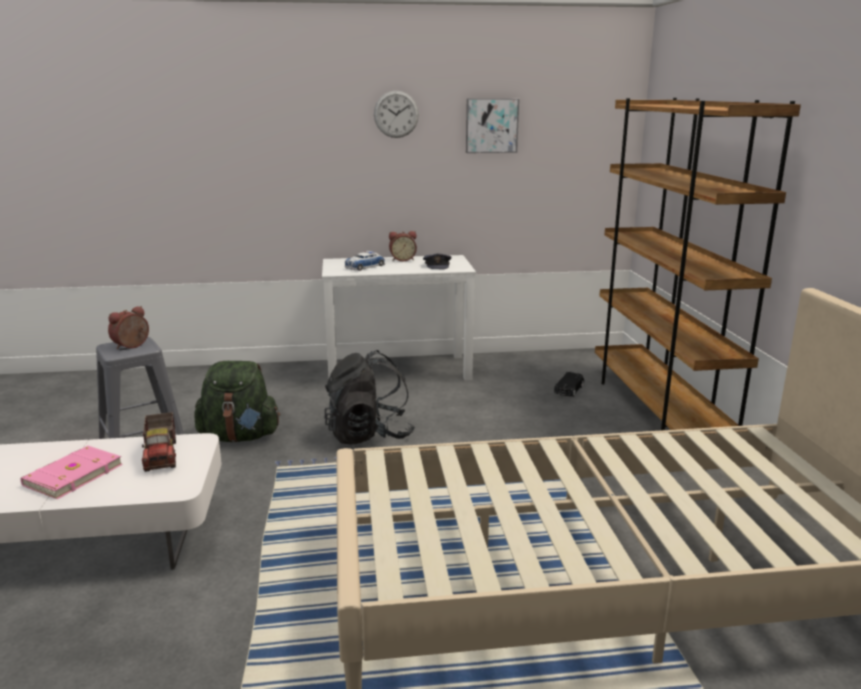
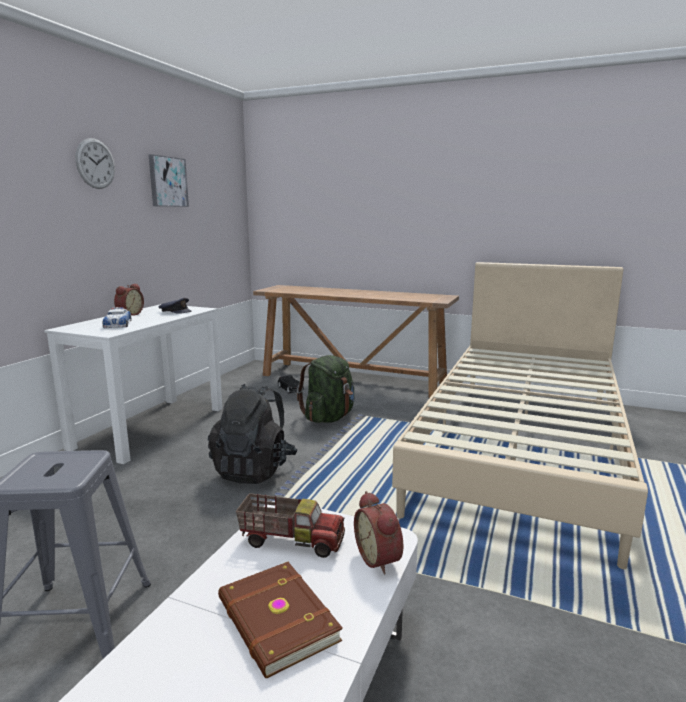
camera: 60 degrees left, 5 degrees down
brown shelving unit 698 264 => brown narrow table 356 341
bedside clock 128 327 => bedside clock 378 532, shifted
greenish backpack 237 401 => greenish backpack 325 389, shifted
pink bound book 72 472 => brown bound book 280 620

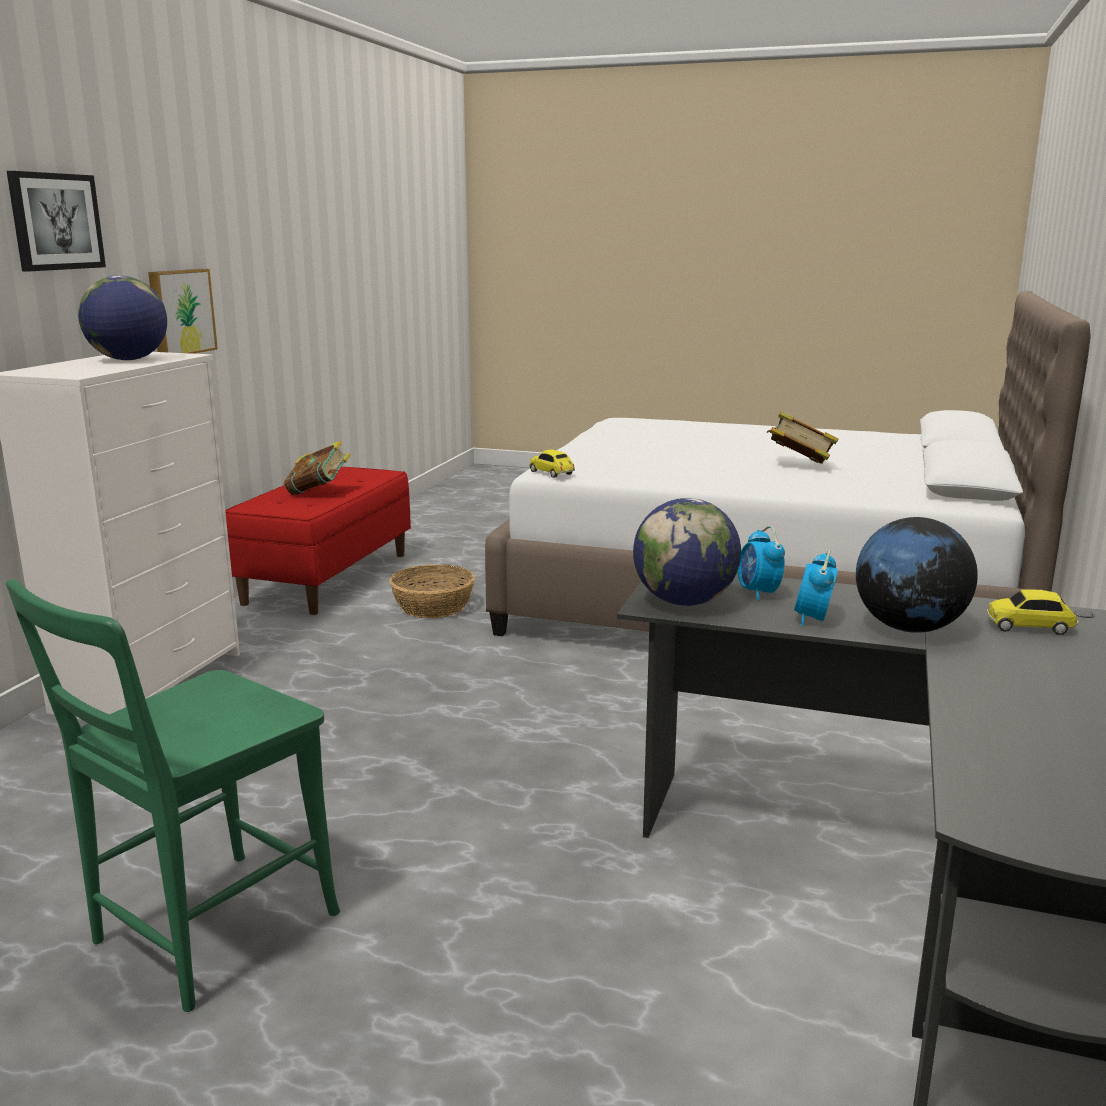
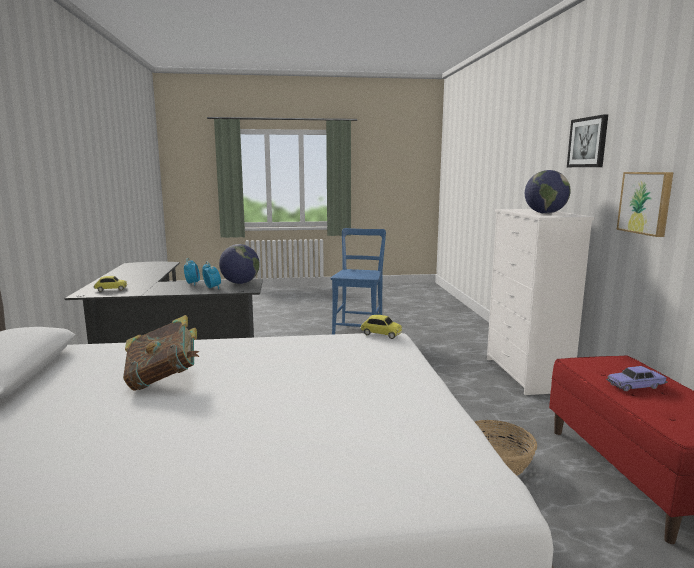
camera: 155 degrees right, 5 degrees down
bound book 317 468 => model car 637 378
globe 917 575 => nothing
greenish chair 173 795 => bluish chair 358 281

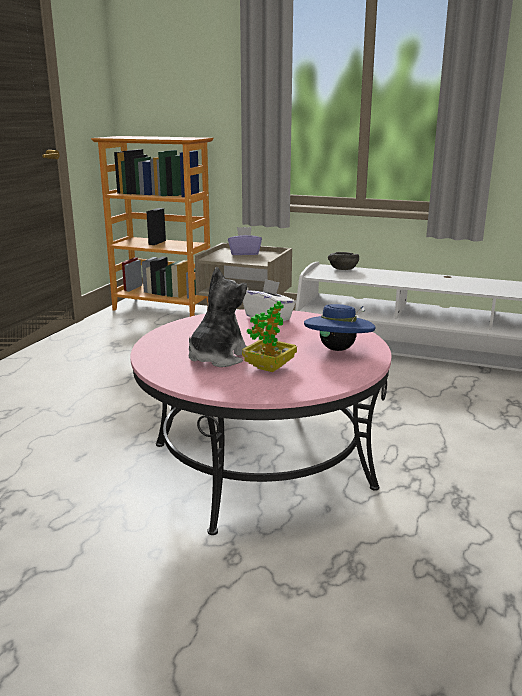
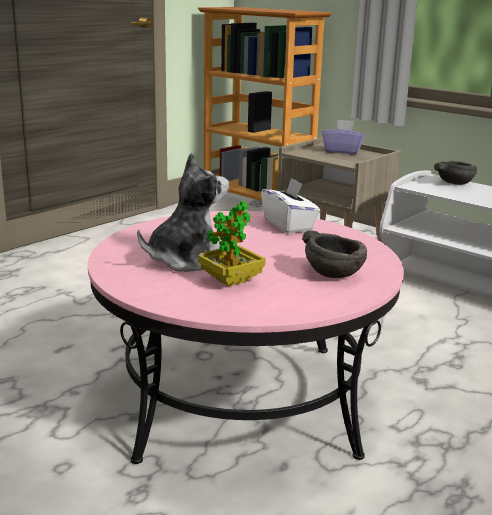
camera: 20 degrees right, 0 degrees up
bluish clothing hat 340 327 => grey serving bowl 334 254

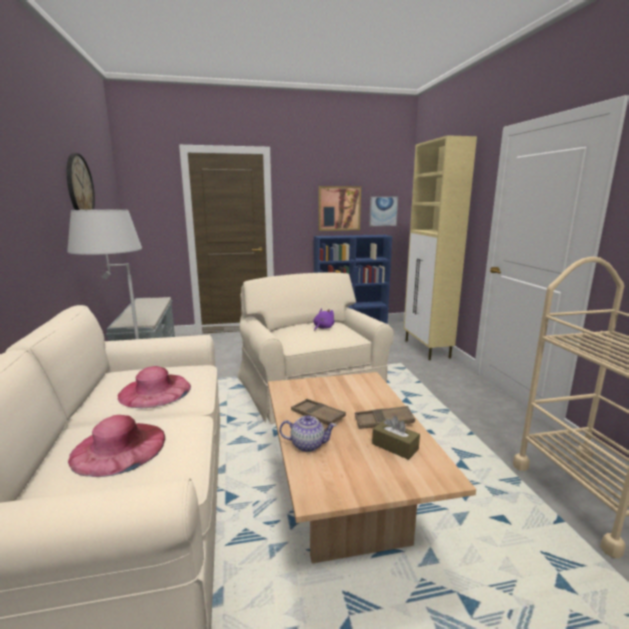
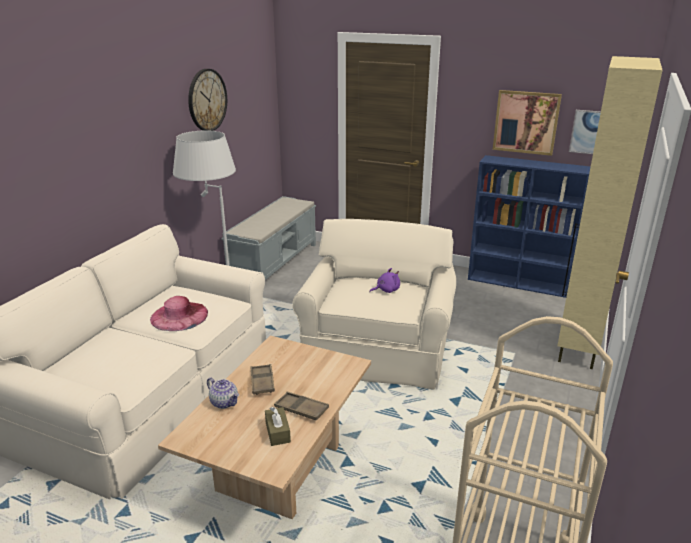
camera: 35 degrees right, 10 degrees up
pink clothing hat 116 446 => nothing

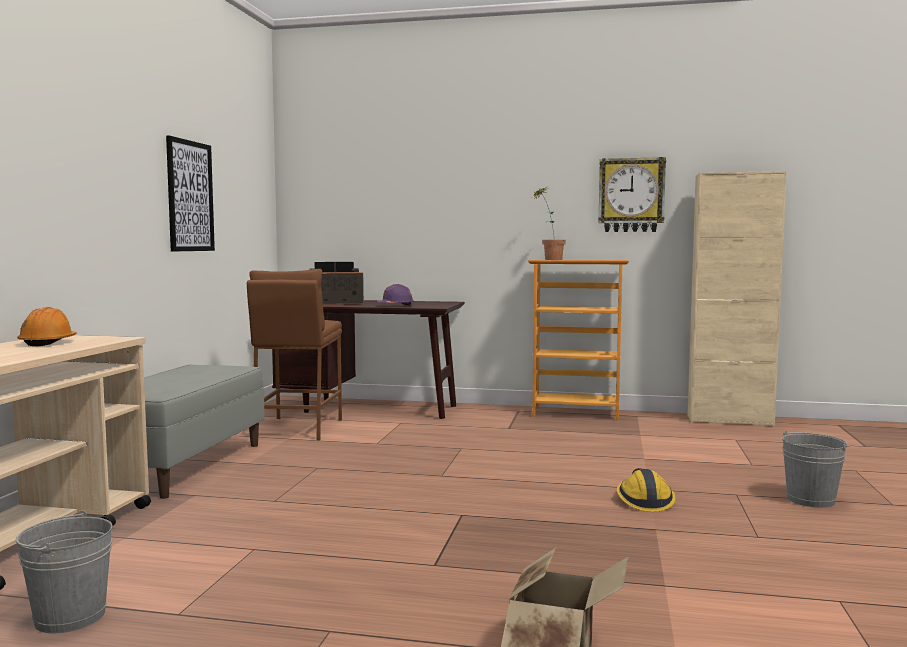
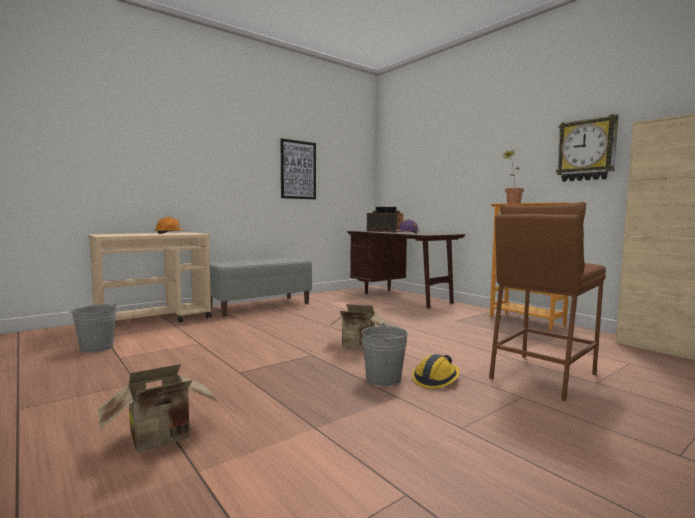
camera: 40 degrees right, 0 degrees up
brown sitting stool 294 354 => brown sitting stool 547 301, shifted
grey water bucket 816 469 => grey water bucket 384 354, shifted
nothing => packing box 358 326

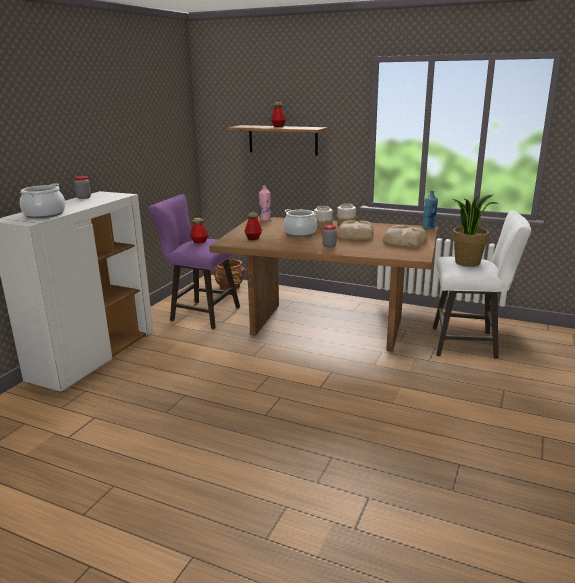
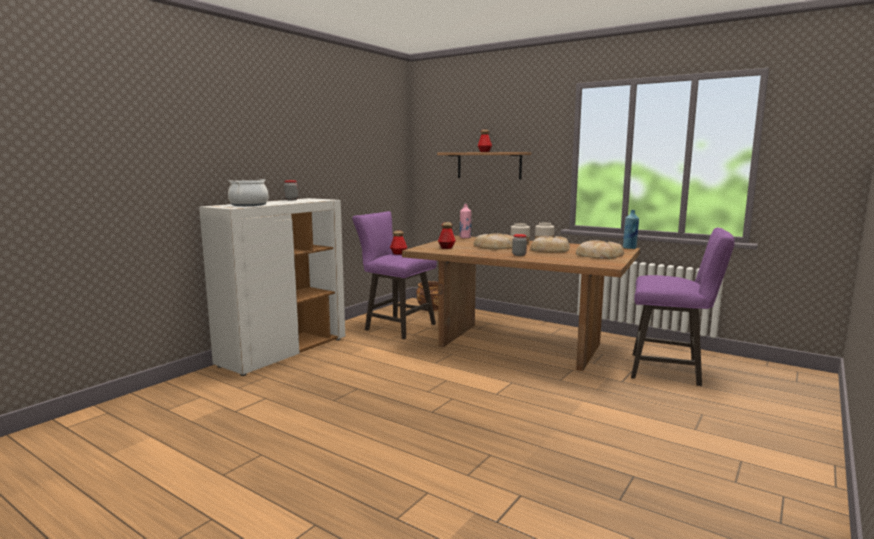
camera: 10 degrees right, 10 degrees down
houseplant 475 230 => nothing
cooking pot 300 223 => baked bread 494 241
white-coloured sitting stool 482 284 => purple sitting stool 683 307

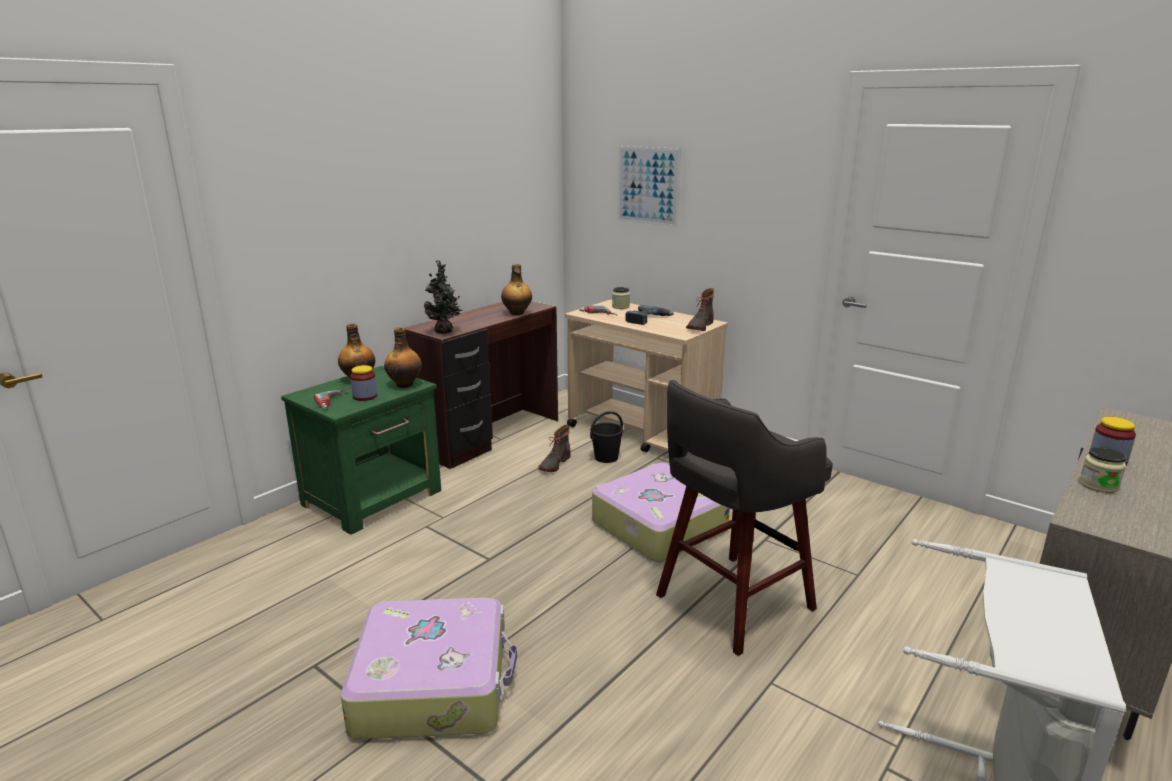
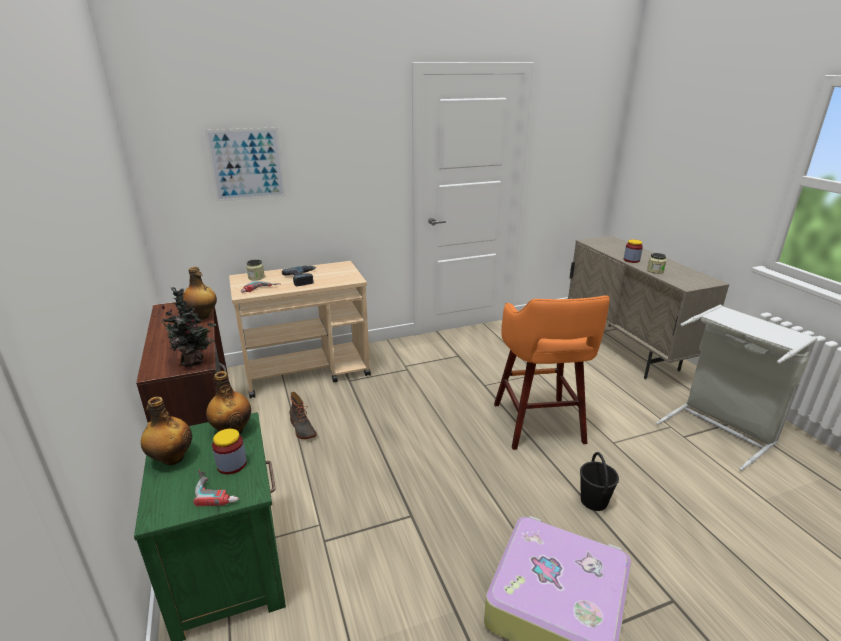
camera: 60 degrees left, 5 degrees up
tall boot 700 309 => nothing
grey sitting stool 744 518 => orange sitting stool 552 372
black-coloured water bucket 606 437 => black-coloured water bucket 599 481, shifted
suitcase 661 512 => nothing

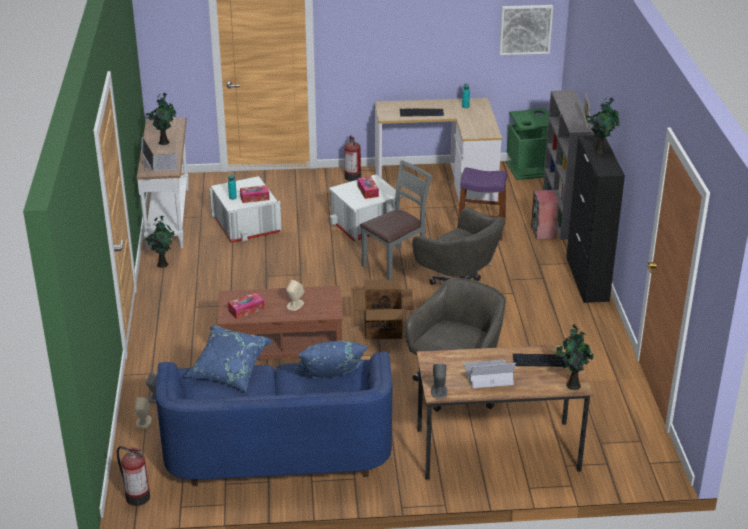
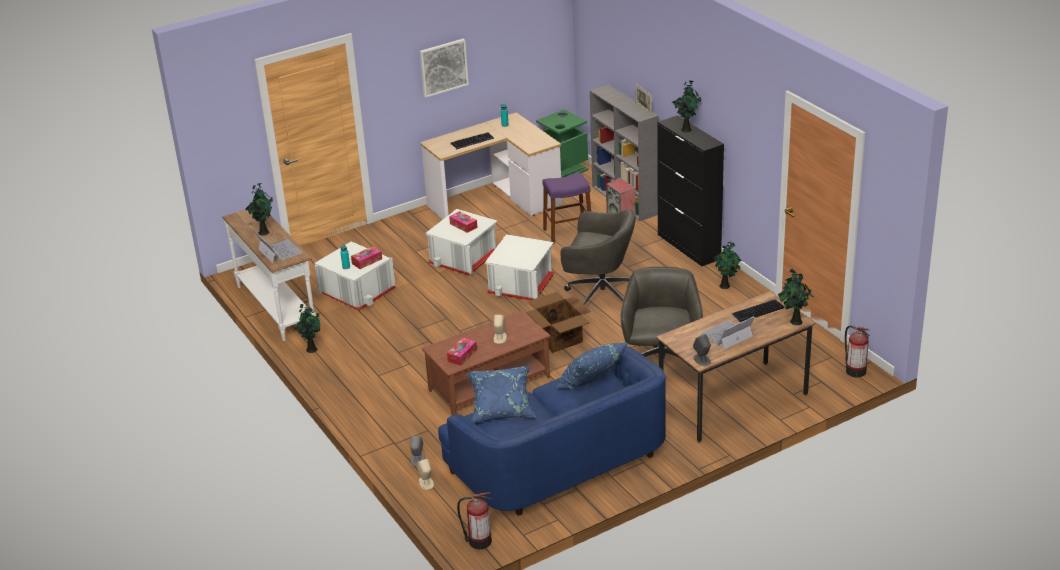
camera: 25 degrees left, 0 degrees up
wall art 526 30 => wall art 444 68, shifted
extinguisher 352 158 => extinguisher 857 351, shifted
grey chair 396 220 => white-coloured storage box 519 267
nothing => houseplant 726 265

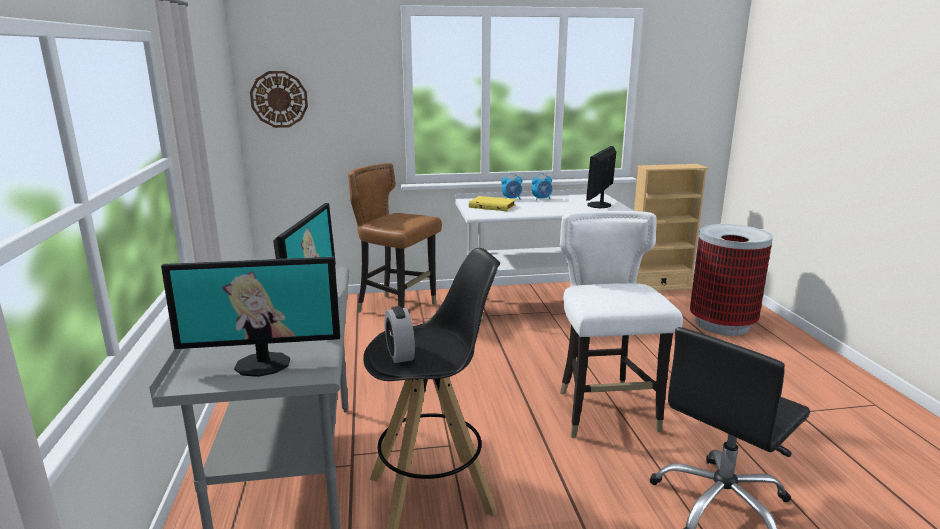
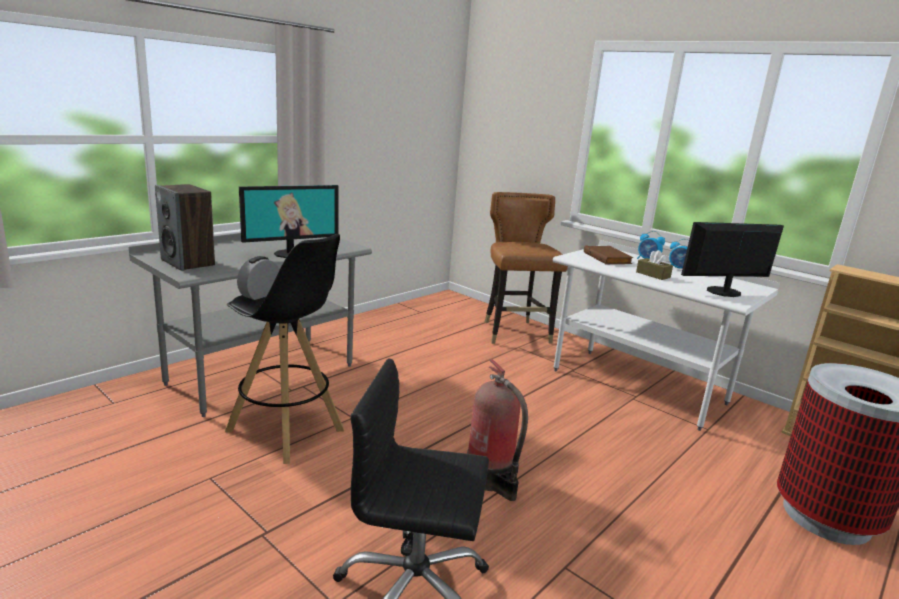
camera: 50 degrees right, 0 degrees up
clock on the wall 279 99 => nothing
yellowish bound book 492 203 => brown bound book 609 255
white-coloured chair 621 324 => extinguisher 497 430
computer display 250 317 => audio speaker 185 227
nothing => brown tissue box 654 265

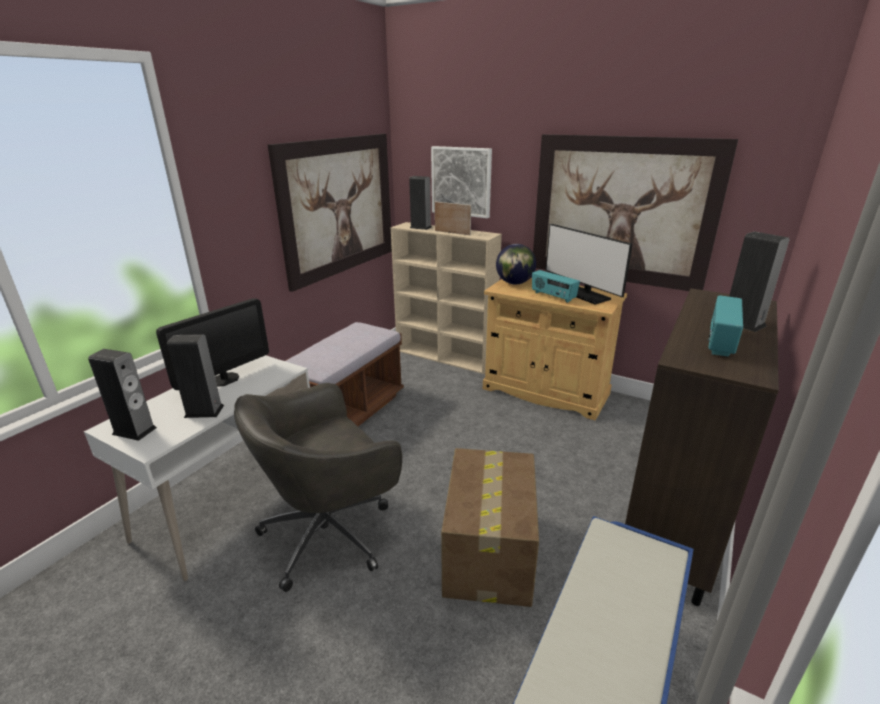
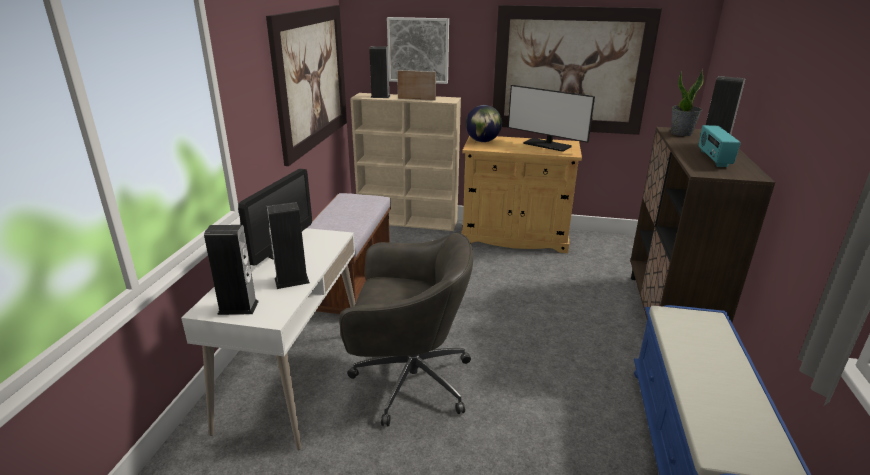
camera: 20 degrees left, 0 degrees up
radio receiver 556 286 => nothing
grey computer chair 318 487 => grey computer chair 406 329, 120 degrees counterclockwise
packing box 490 527 => nothing
nothing => houseplant 687 102

